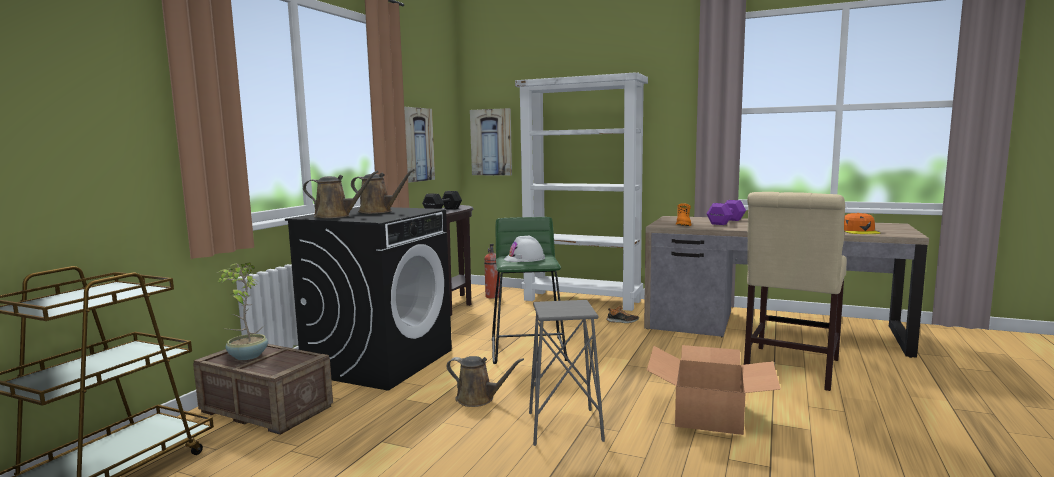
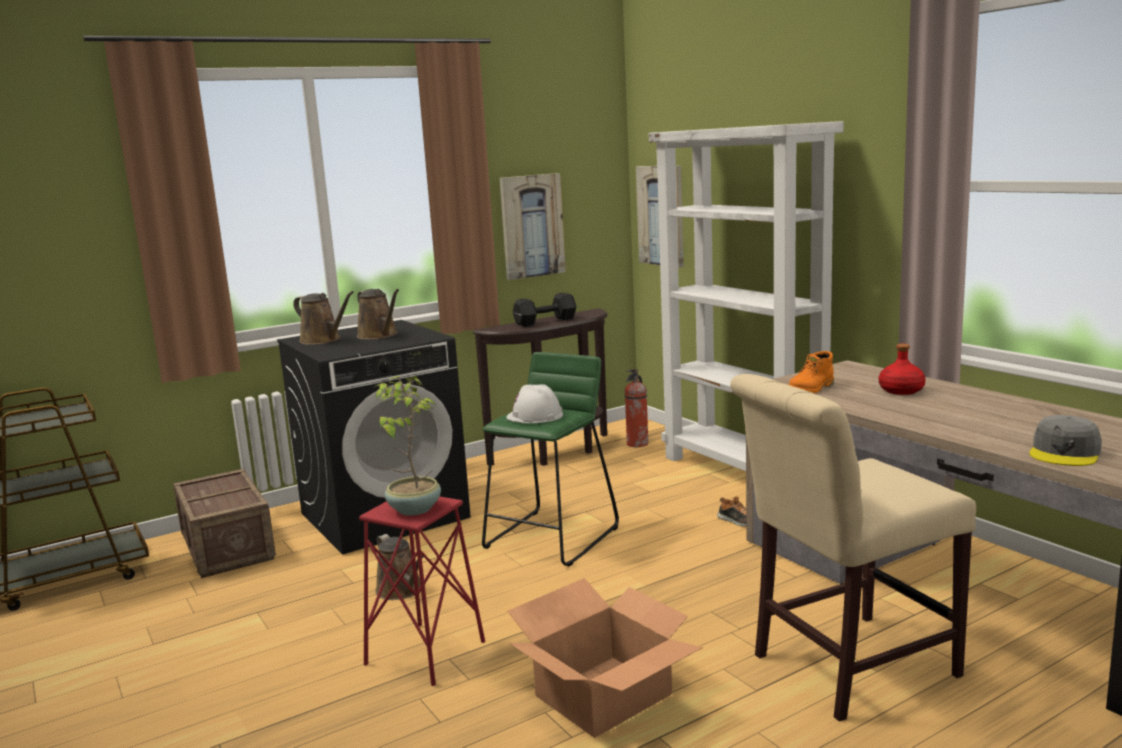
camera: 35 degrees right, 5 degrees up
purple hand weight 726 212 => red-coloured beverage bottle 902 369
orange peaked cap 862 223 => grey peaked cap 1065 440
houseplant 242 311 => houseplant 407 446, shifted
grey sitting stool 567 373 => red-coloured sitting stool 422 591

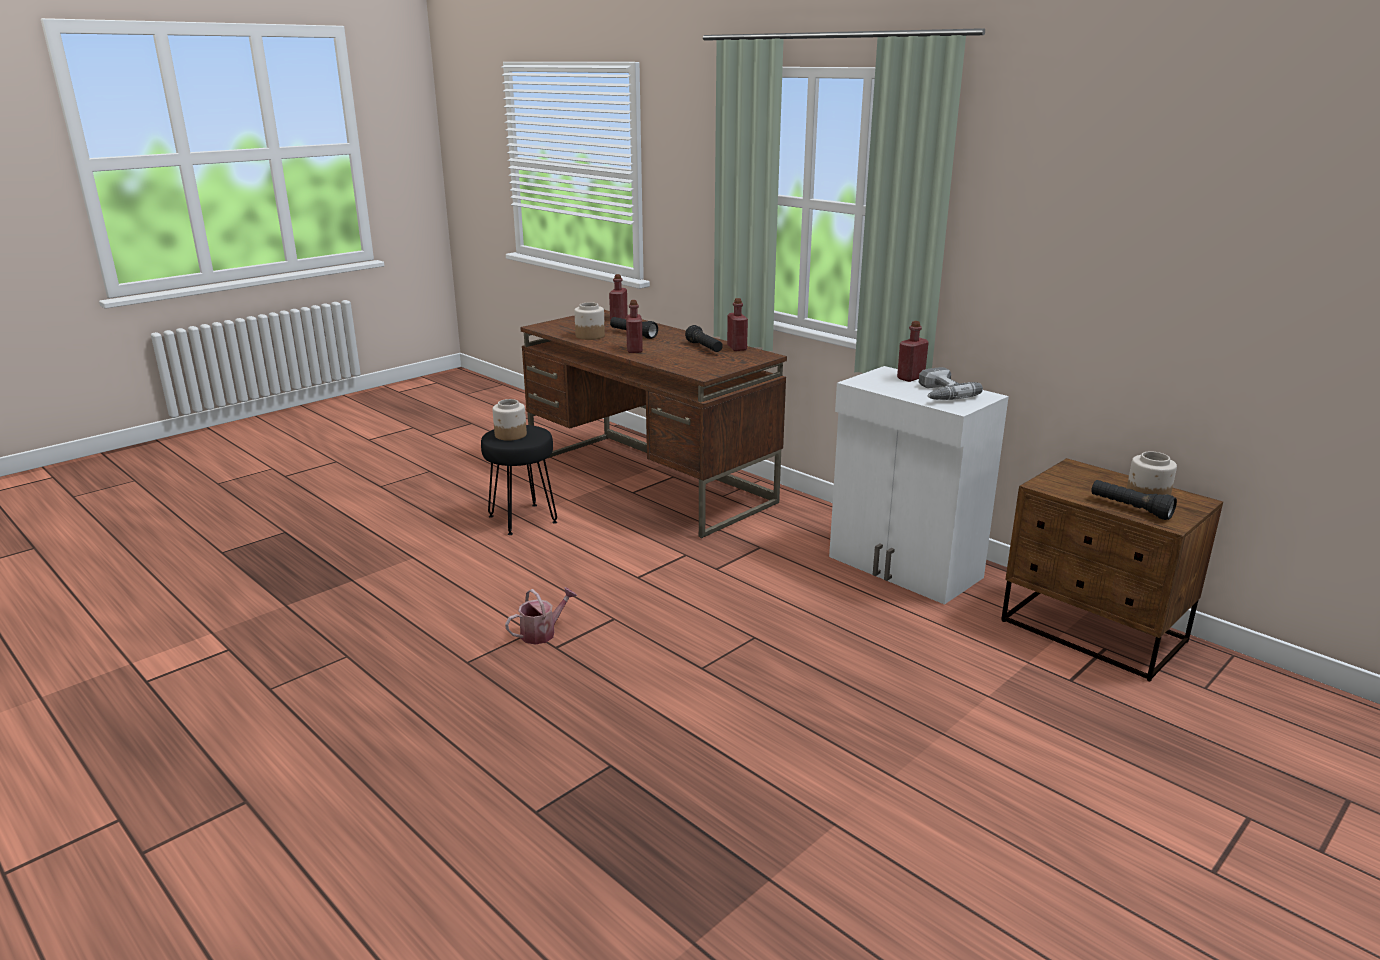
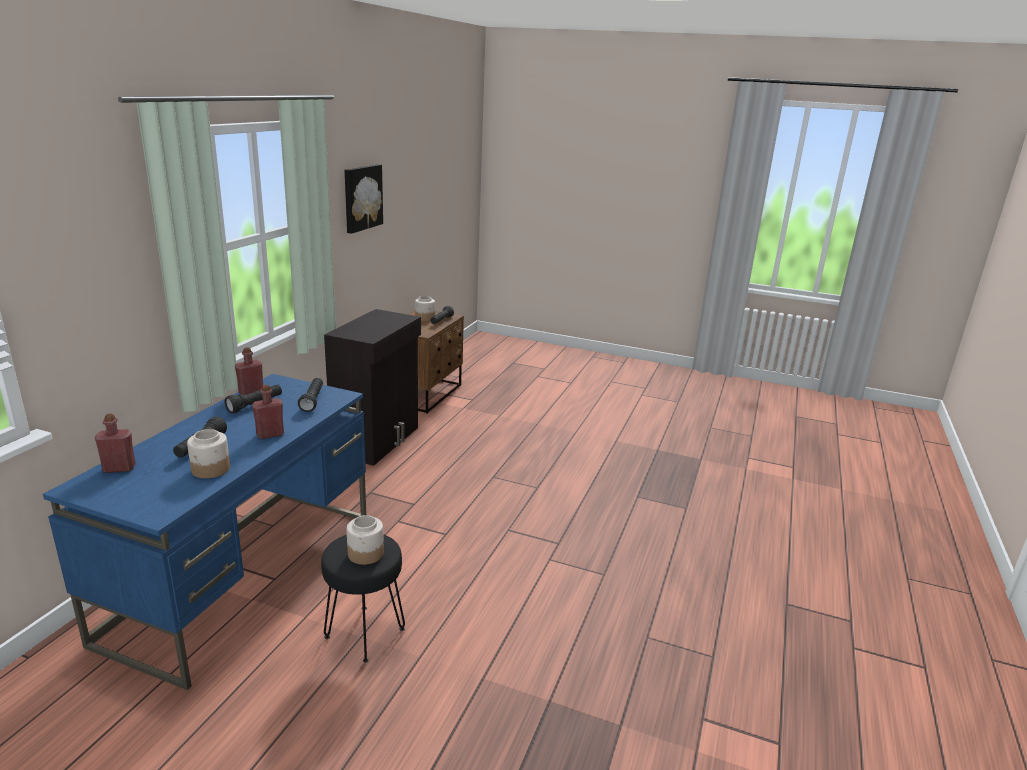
camera: 115 degrees left, 0 degrees up
brown desk 653 424 => bluish desk 204 532
red-coloured beverage bottle 913 351 => nothing
white-coloured cupboard 919 485 => black-coloured cupboard 372 387
electric drill 951 383 => nothing
watering pot 541 616 => nothing
nothing => wall art 363 199
nothing => black-coloured torch 310 395

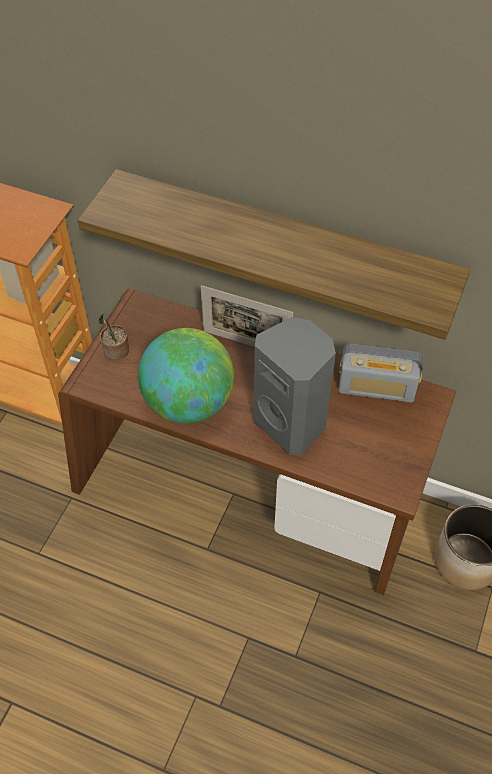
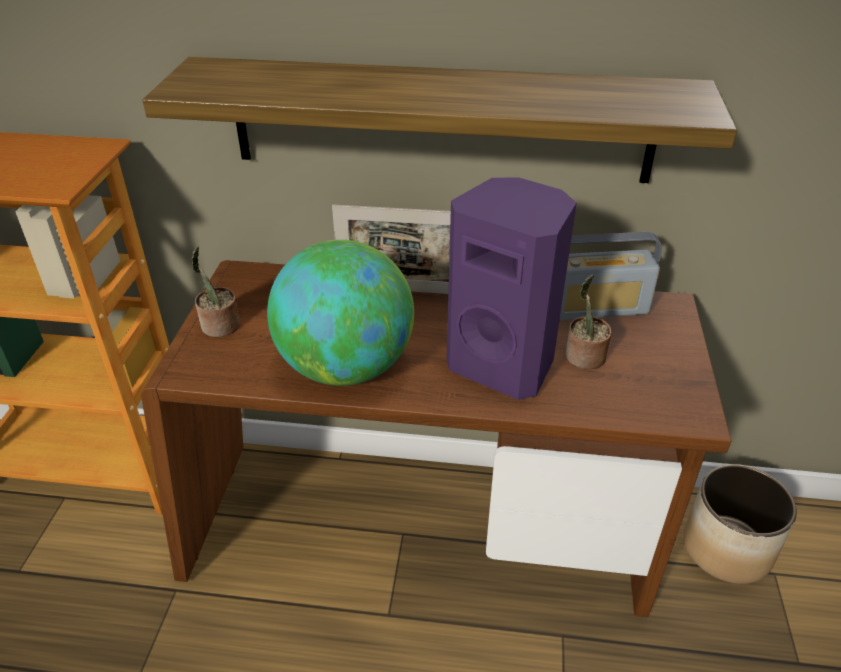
camera: 15 degrees left, 15 degrees down
grey audio speaker 295 386 => purple audio speaker 512 288
nothing => houseplant 589 322

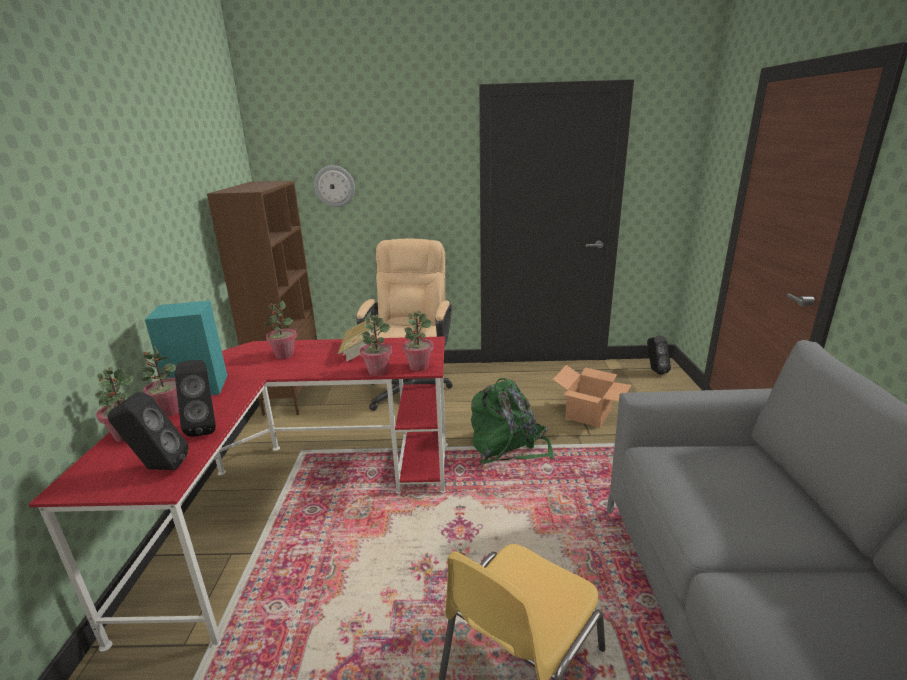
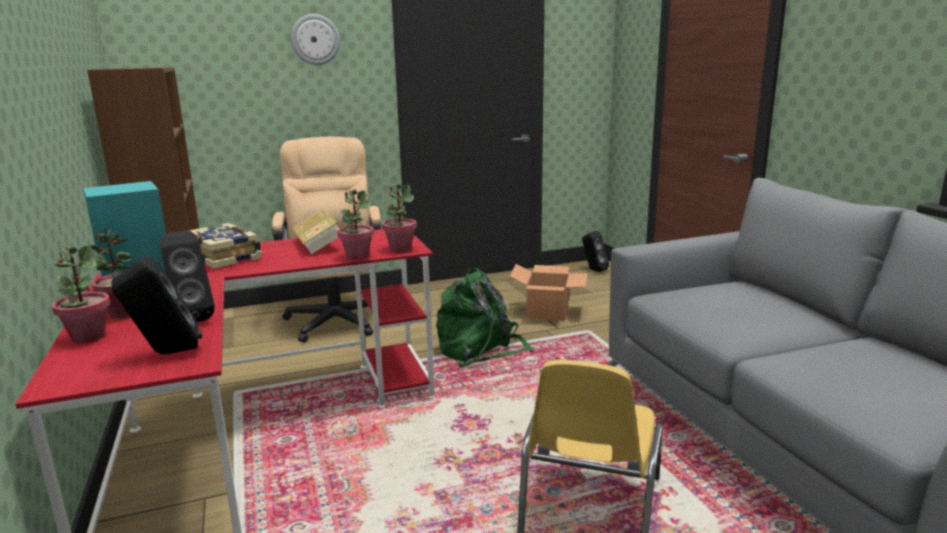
camera: 20 degrees left, 5 degrees down
clock on the wall 334 186 => clock on the wall 315 39, shifted
houseplant 280 330 => bound book 225 246

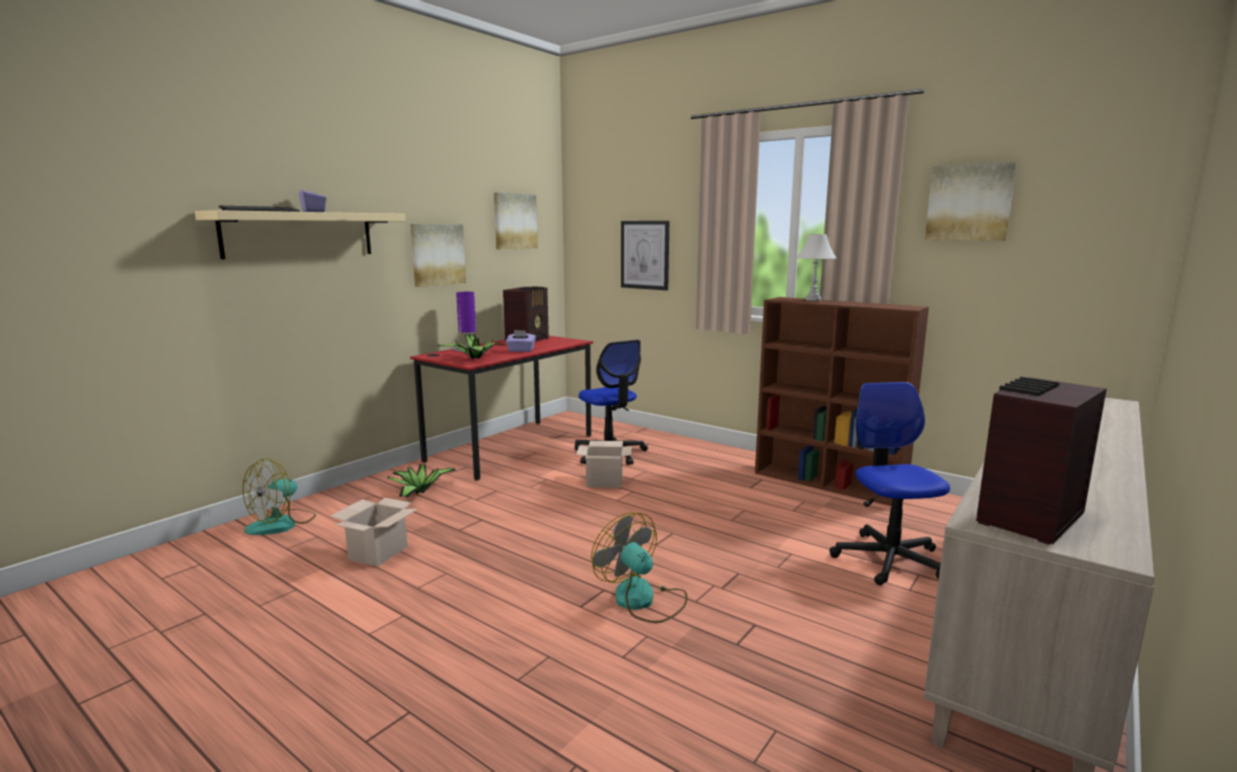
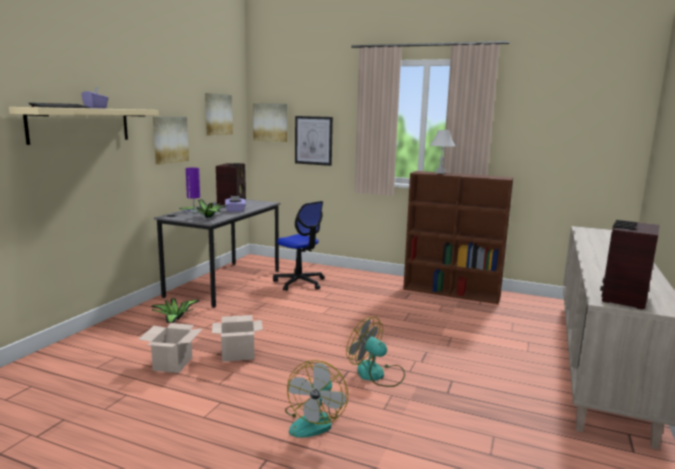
camera: 15 degrees left, 0 degrees up
wall art 971 201 => wall art 270 122, shifted
red-coloured desk 501 408 => grey desk 217 253
computer chair 889 483 => nothing
packing box 604 464 => packing box 237 338, shifted
electric fan 279 496 => electric fan 316 399, shifted

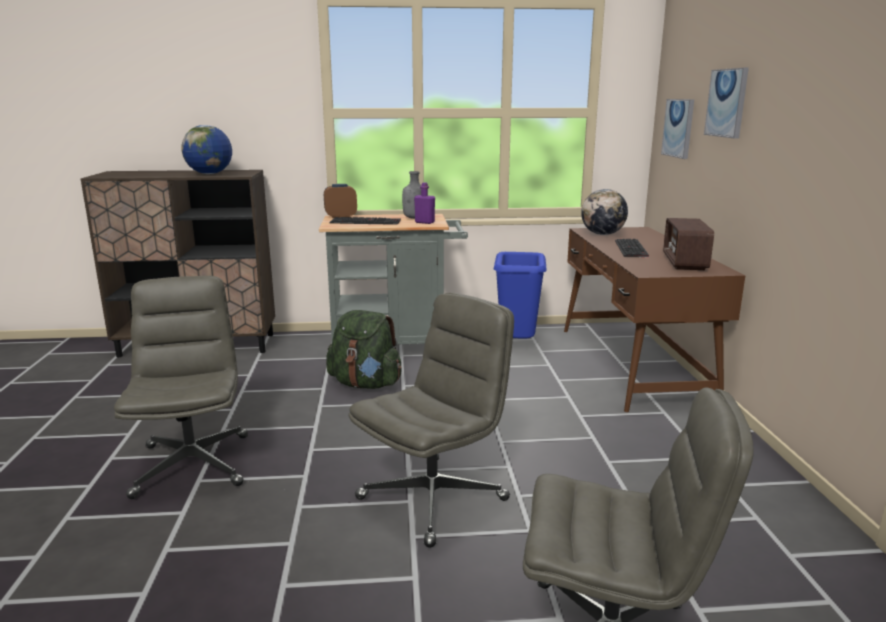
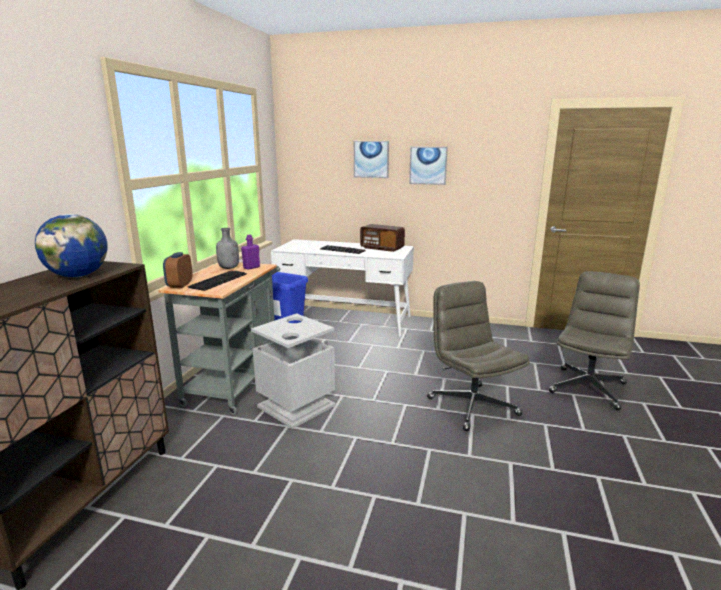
camera: 70 degrees left, 0 degrees up
wall art 677 129 => wall art 428 166, shifted
globe 604 212 => nothing
brown desk 654 319 => white-coloured desk 342 287
grey computer chair 181 387 => nothing
greenish backpack 364 349 => grey rubbish bin 293 371

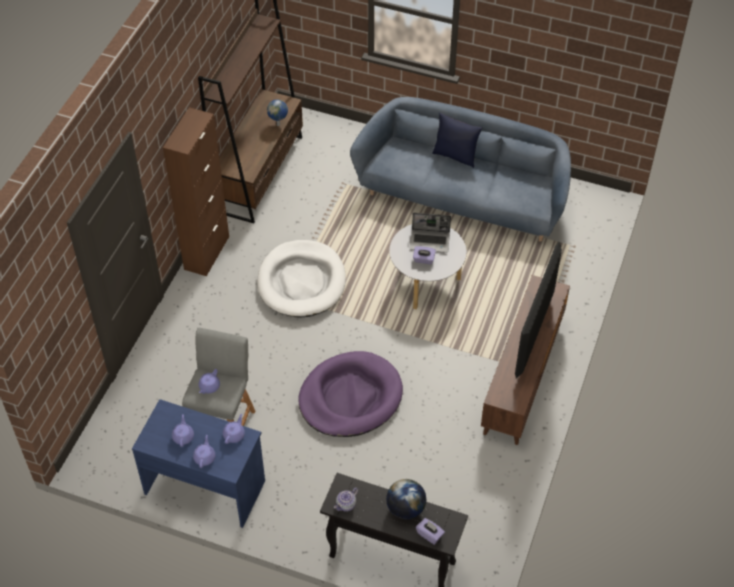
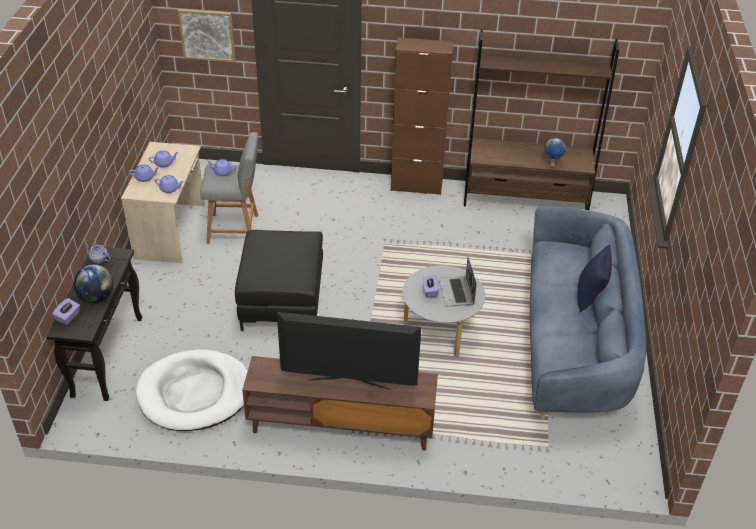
camera: 75 degrees right, 10 degrees down
white-coloured dog bed 301 279 => white-coloured dog bed 192 390, shifted
purple dog bed 350 394 => black-coloured ottoman 279 280
bluish desk 198 463 => beige desk 163 202
nothing => wall art 207 35

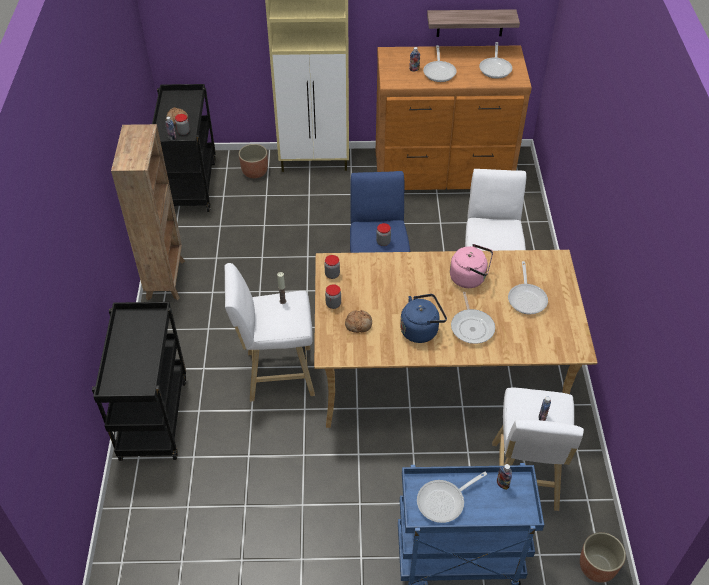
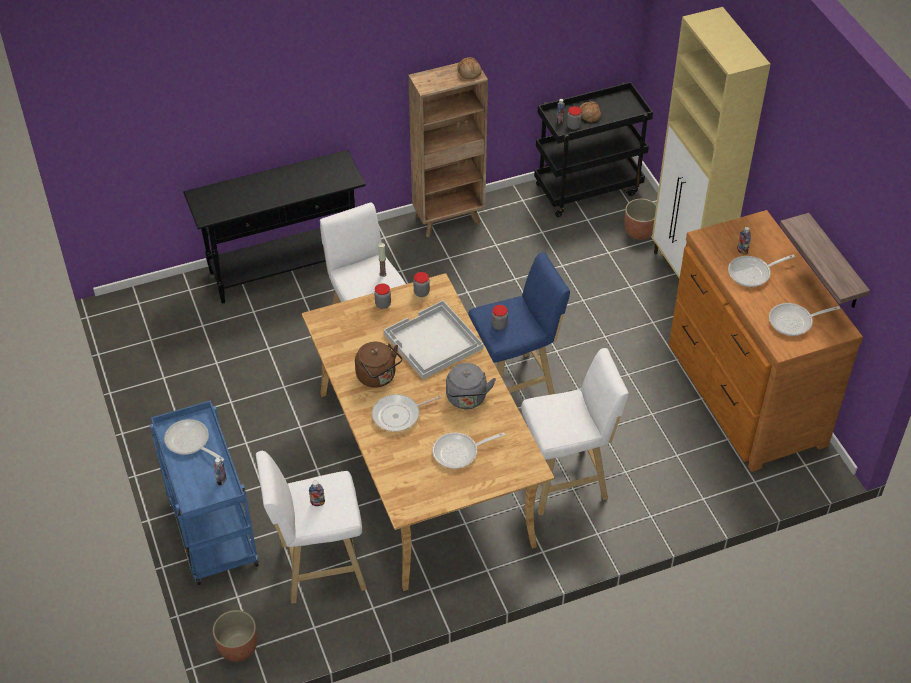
camera: 70 degrees right, 0 degrees up
pink water kettle 471 266 => grey water kettle 471 386
bluish water kettle 423 318 => brown water kettle 378 365
black-coloured trolley 139 381 => black-coloured narrow table 274 226
baked bread 358 321 => baked bread 469 68, shifted
nothing => white-coloured carrying tray 433 340

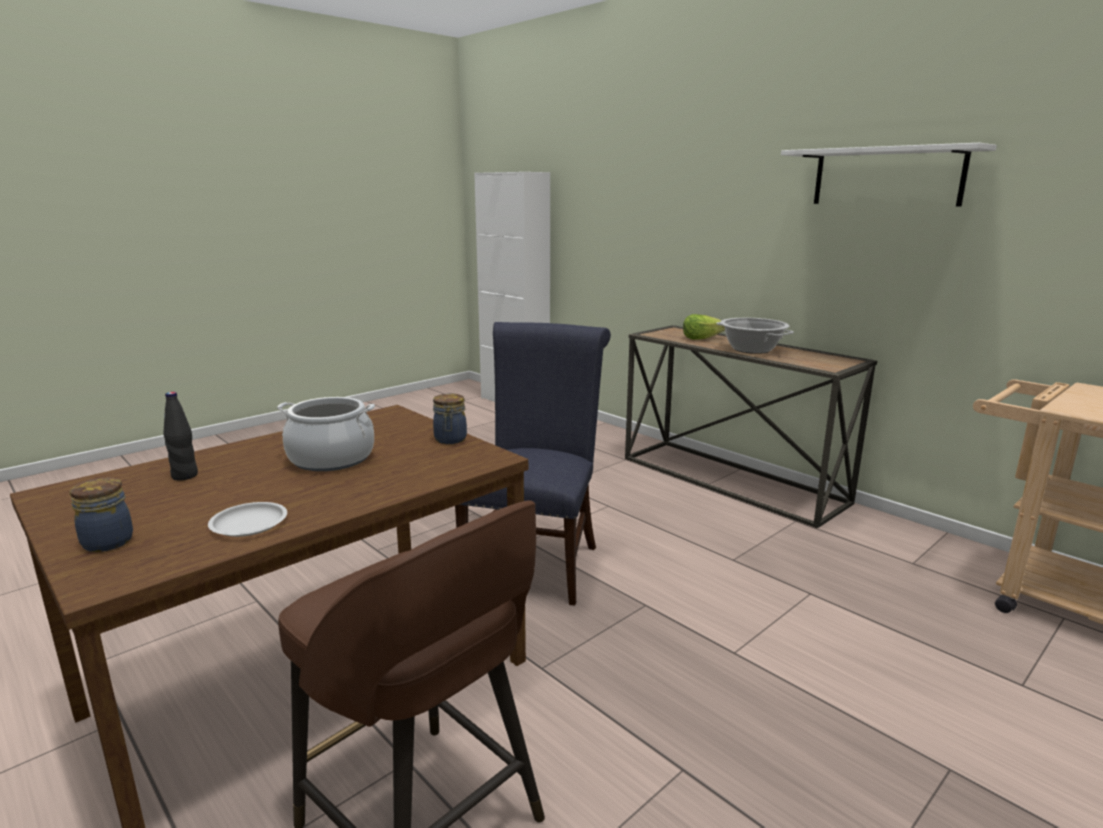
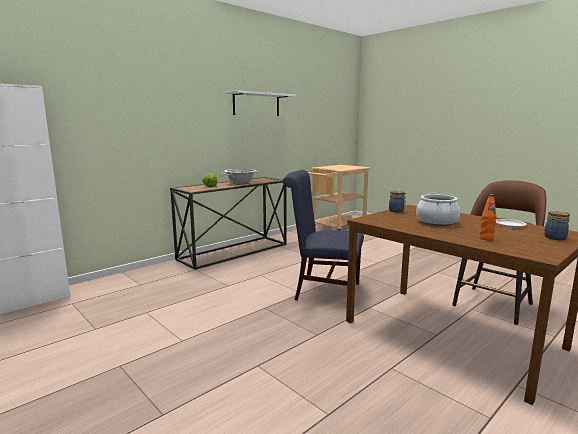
camera: 90 degrees left, 5 degrees down
black-coloured beverage bottle 180 436 => orange beverage bottle 488 217

